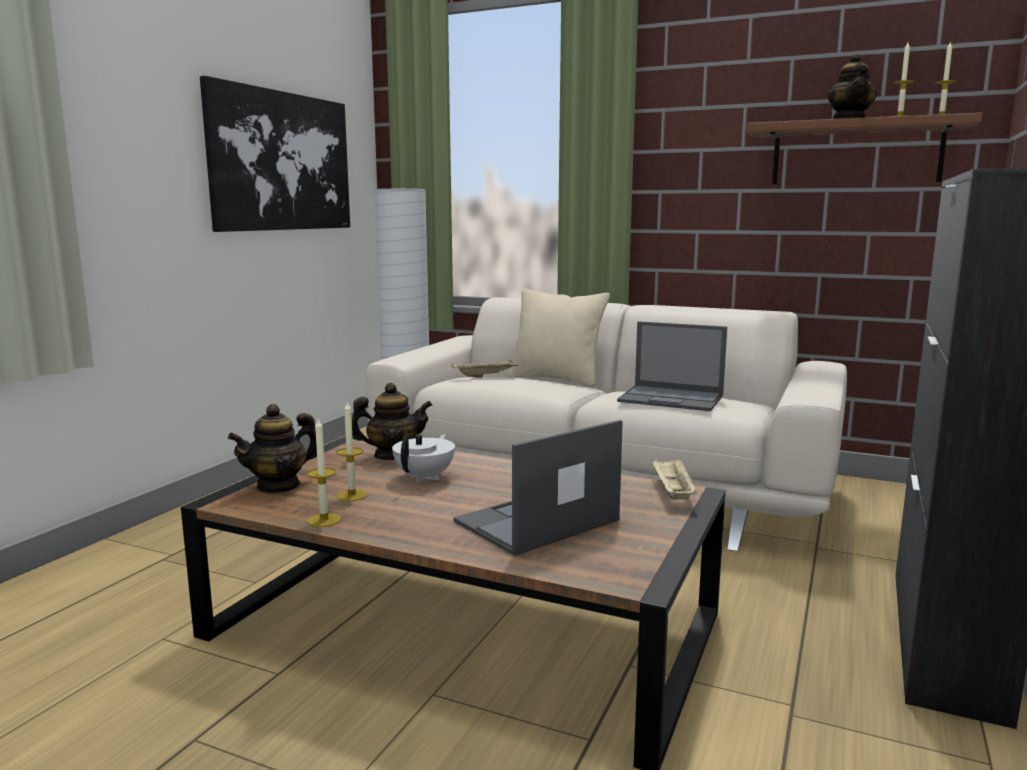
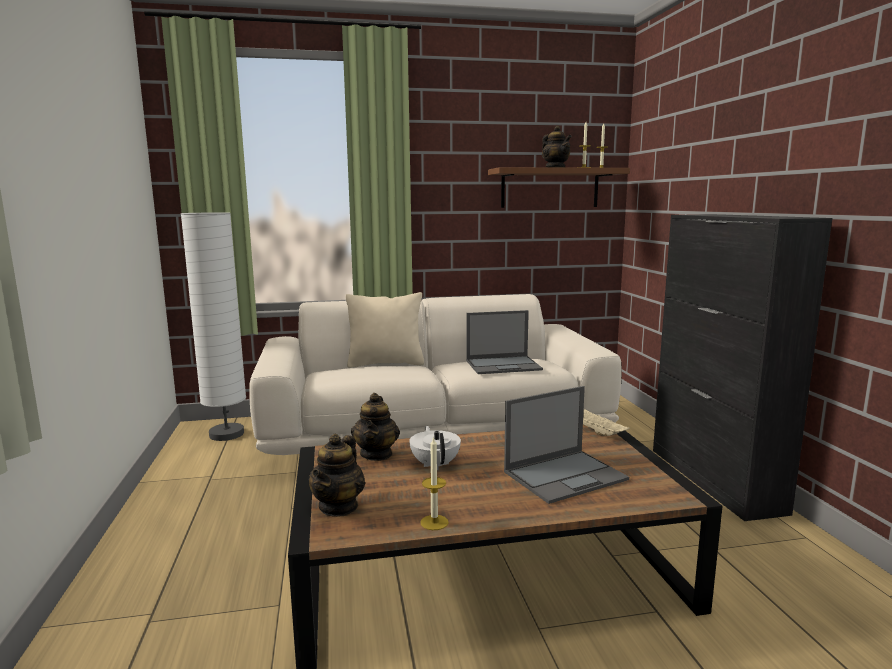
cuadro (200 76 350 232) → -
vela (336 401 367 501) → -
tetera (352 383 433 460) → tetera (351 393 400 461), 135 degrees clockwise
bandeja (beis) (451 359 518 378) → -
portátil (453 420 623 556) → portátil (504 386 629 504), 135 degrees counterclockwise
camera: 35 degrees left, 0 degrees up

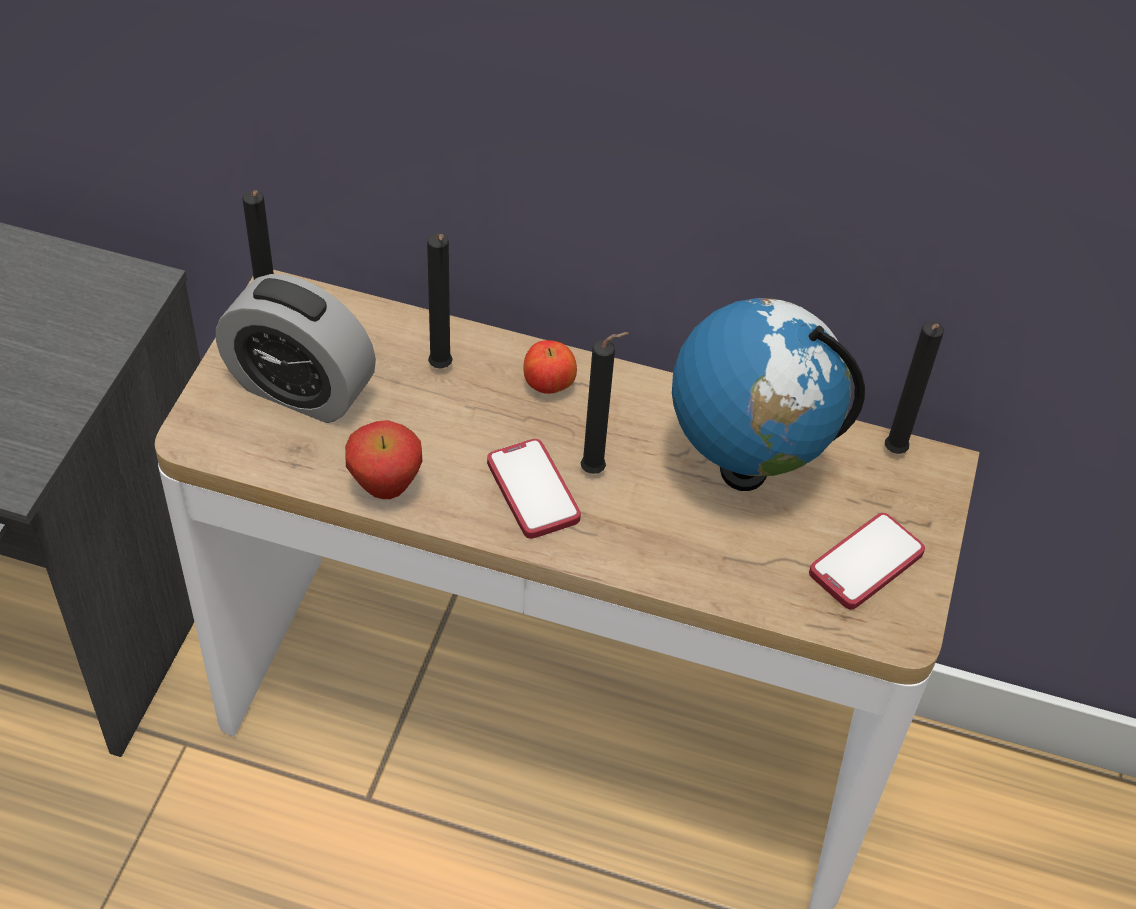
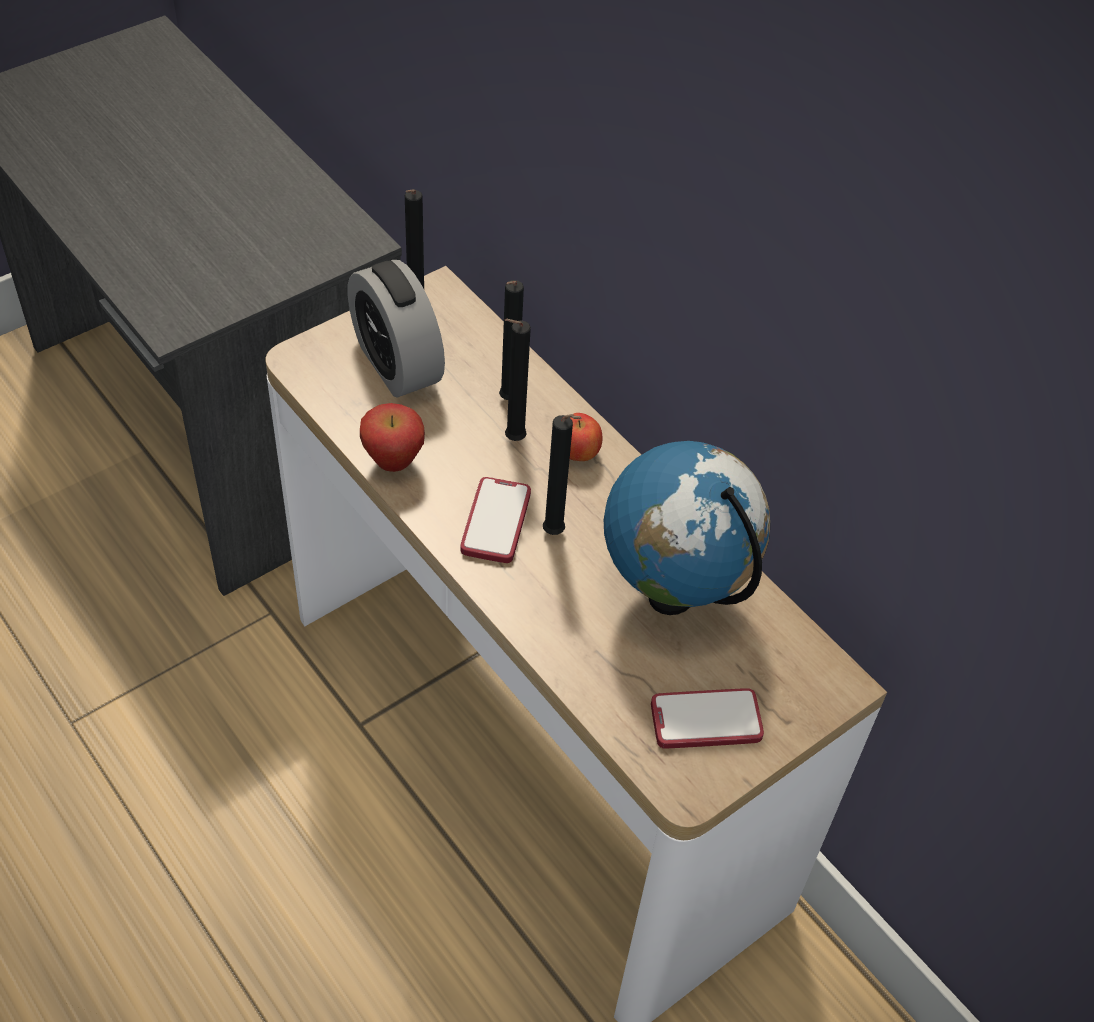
vela (negro) (885 321 944 454) → vela (negro) (505 319 531 441), move
camera: 35 degrees right, 0 degrees up

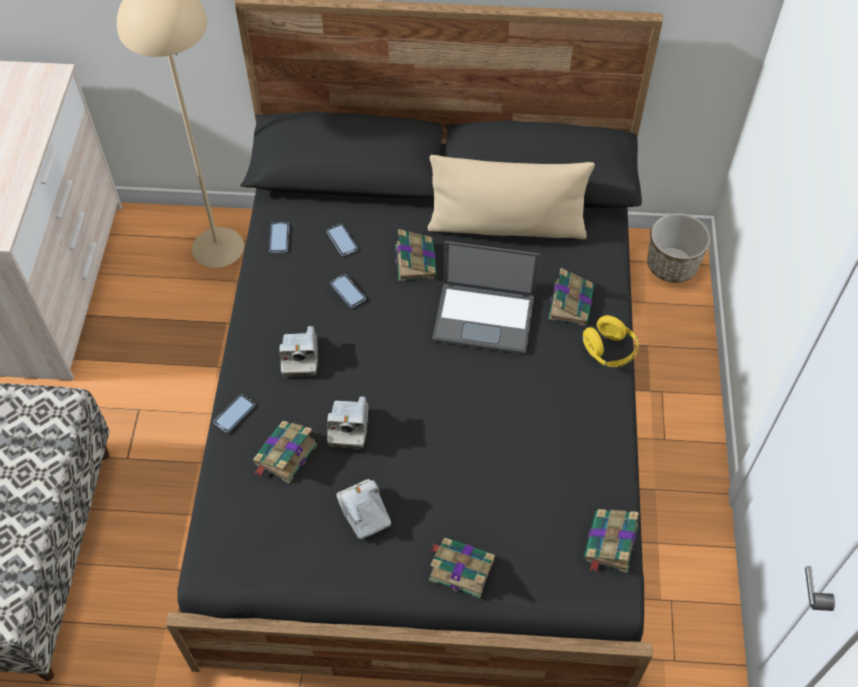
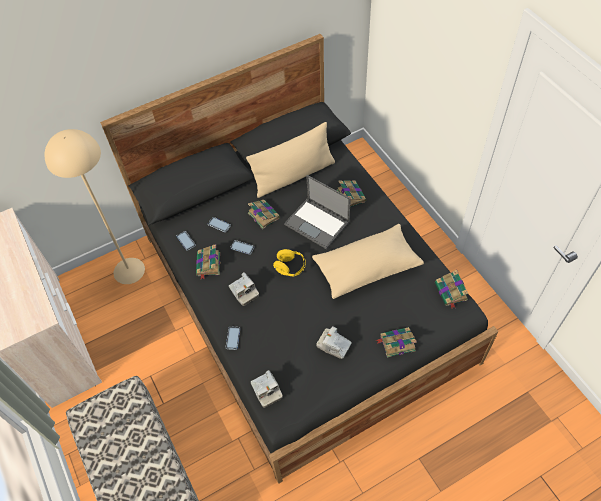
libro (253 421 318 484) → libro (196 244 220 279), move
cámara (327 397 368 449) → cámara (251 370 283 408), move
portátil (432 241 540 354) → portátil (284 175 351 249), 60 degrees clockwise
auriculares (amarillo) (581 315 638 367) → auriculares (amarillo) (273 249 306 276), move
maceta (647 213 710 283) → -
- → cojín (beis) (312 224 424 299)
camera: 30 degrees left, 0 degrees up

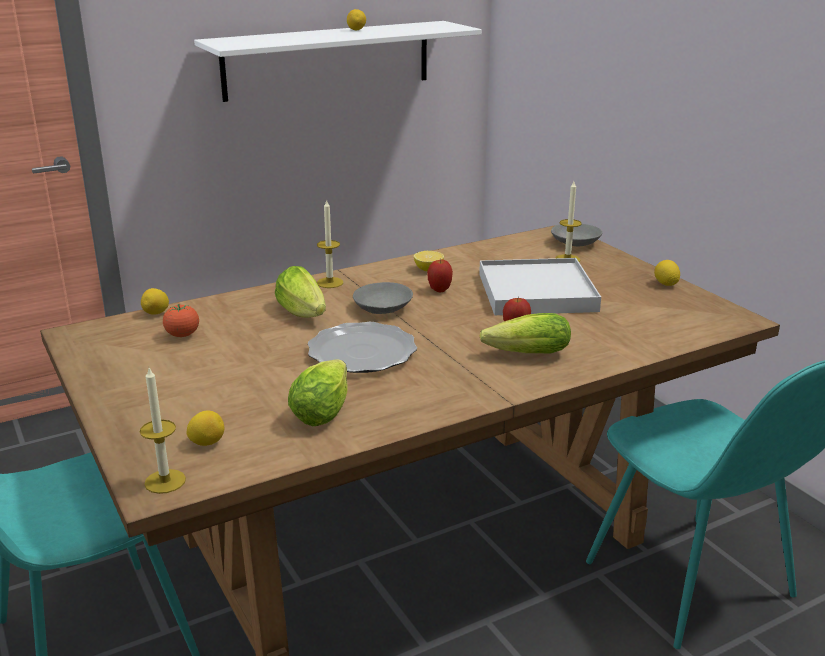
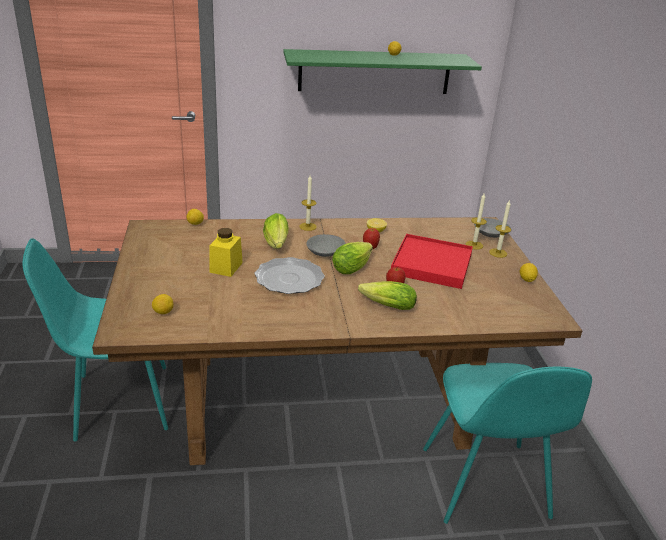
vela (140 368 186 494) → vela (489 201 511 258), move
tomate (163 304 199 337) → -
estante (blanco) (194 21 482 102) → estante (verde) (284 49 482 94)
lechuga (288 359 348 426) → lechuga (332 242 373 274), move
bandeja (blanco) (479 258 601 315) → bandeja (rojo) (391 234 473 289)
- → tarro (amarillo) (209 228 243 277)
camera: 20 degrees right, 5 degrees up

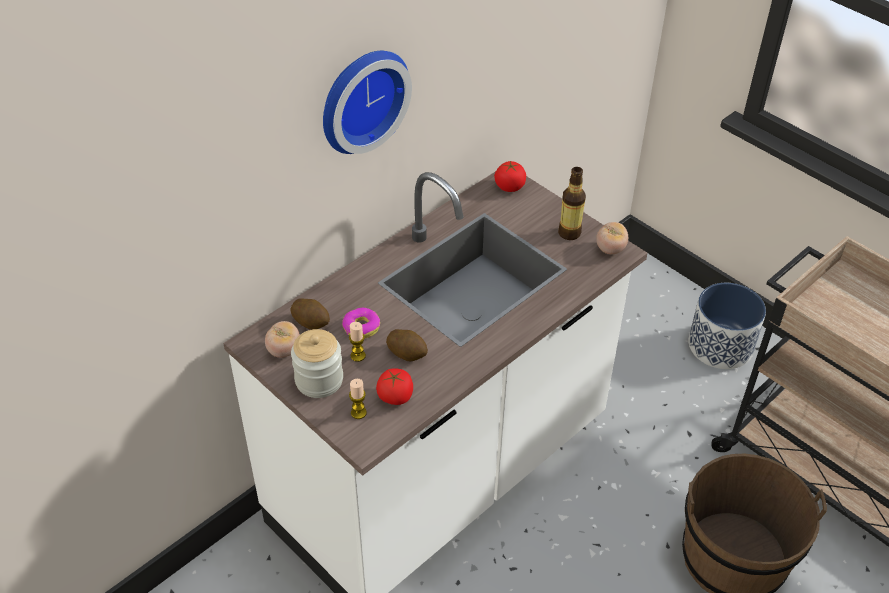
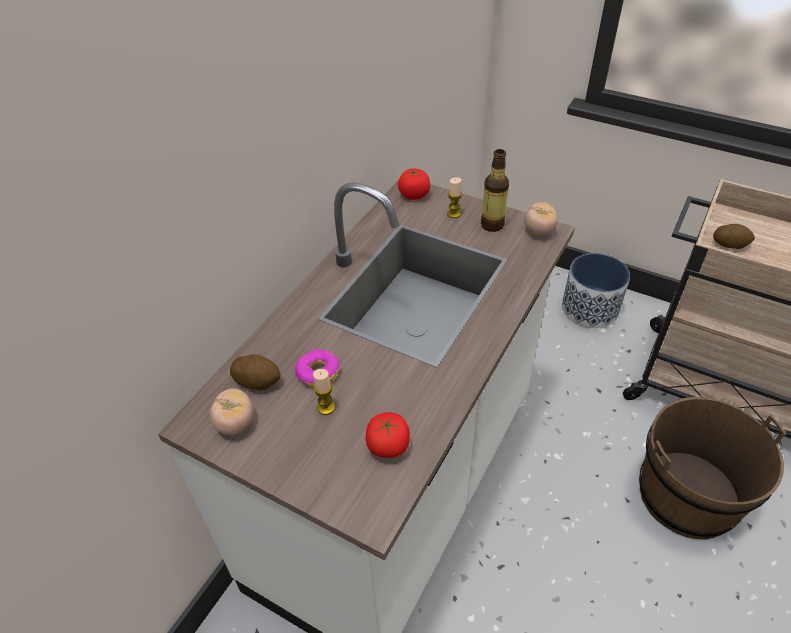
tarro (291 329 343 398) → -
reloj de pared (323 51 412 154) → -
vela (349 379 367 419) → vela (447 177 462 218), move
patata (386 329 428 362) → patata (713 224 755 249), move
camera: 15 degrees left, 0 degrees up

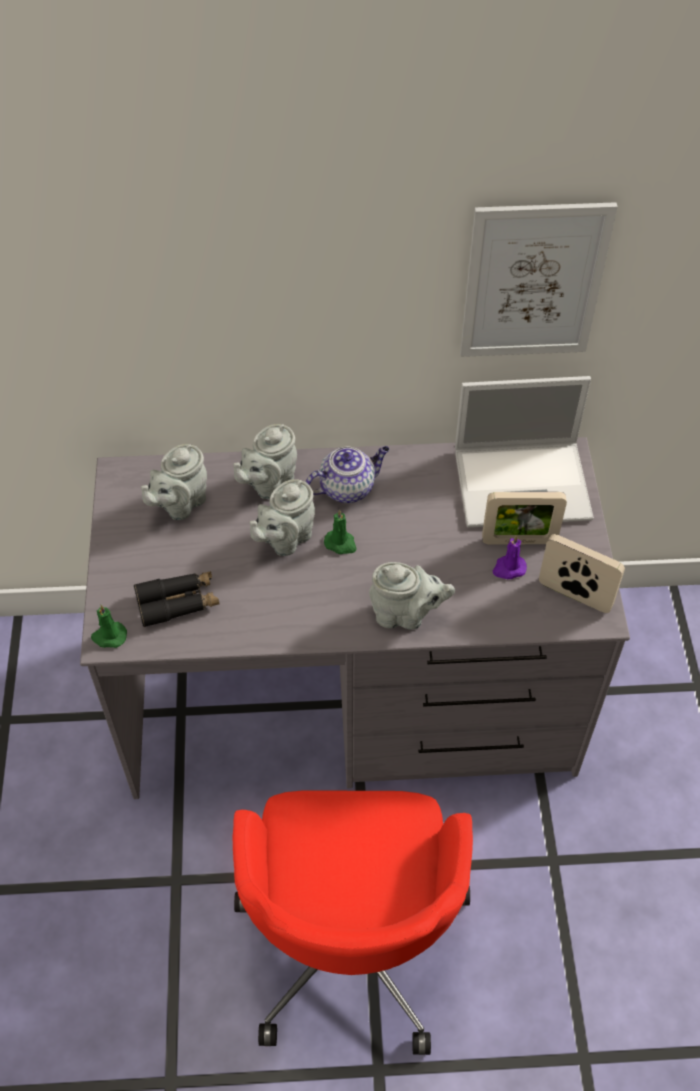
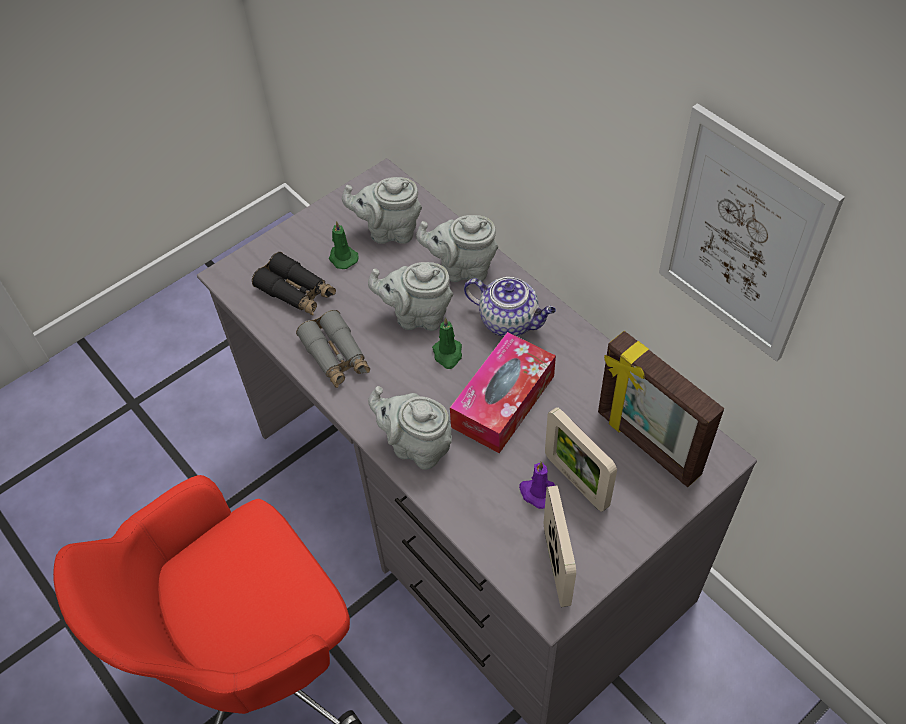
vela (verde) (91 605 127 648) → vela (verde) (329 221 359 269), move
tetera (gris) (369 562 455 629) → tetera (gris) (368 386 452 470), 150 degrees clockwise
portátil (455 376 594 527) → portarretratos (598 331 724 487)
- → prismáticos (gris) (296 310 370 388)
- → caja de pañuelos (450 332 556 453)
camera: 55 degrees right, 0 degrees up

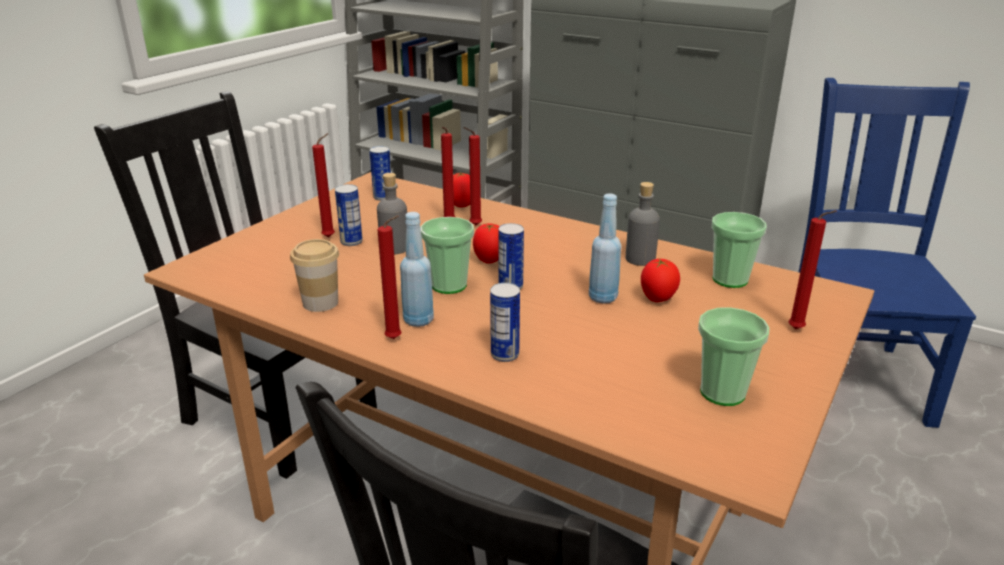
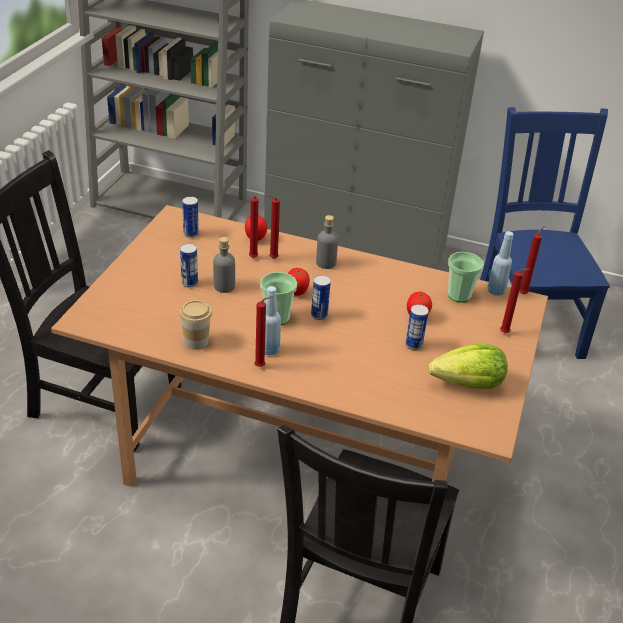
vela (rojo) (312 133 335 237) → vela (rojo) (519 226 545 294), move
lata (490 283 520 362) → lata (405 304 429 350), move
botella (azul) (589 194 621 304) → botella (azul) (487 231 513 296), move
botella (gris) (626 182 660 266) → botella (gris) (316 215 338 269), move
taza (698 307 770 406) → lechuga (429 344 508 389)
camera: 15 degrees left, 10 degrees up

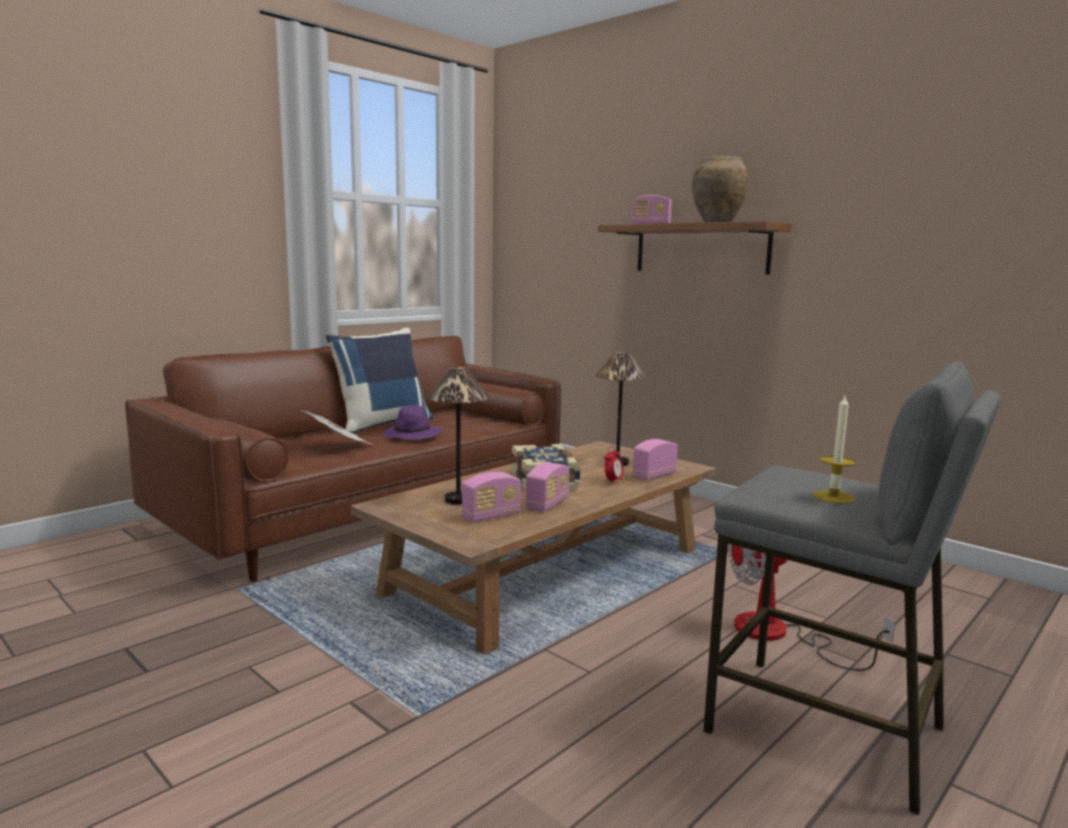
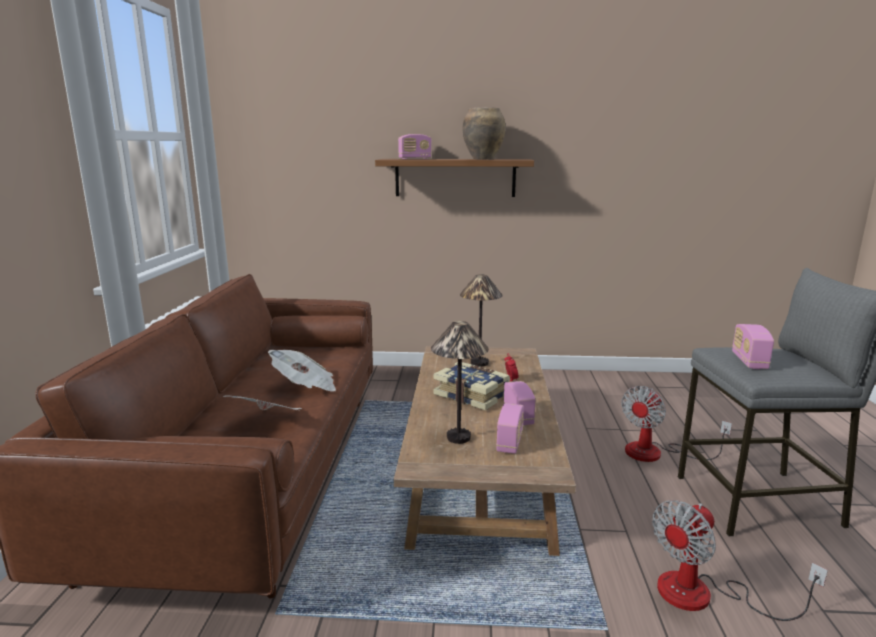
cojín (azul) (326 328 434 433) → -
sombrero (morado) (384 405 442 440) → periódico (268 350 336 392)
radio (632 439 678 480) → radio (732 324 774 369), move
vela (813 396 856 504) → -
- → ventilador (652 500 828 621)
camera: 40 degrees left, 5 degrees up

